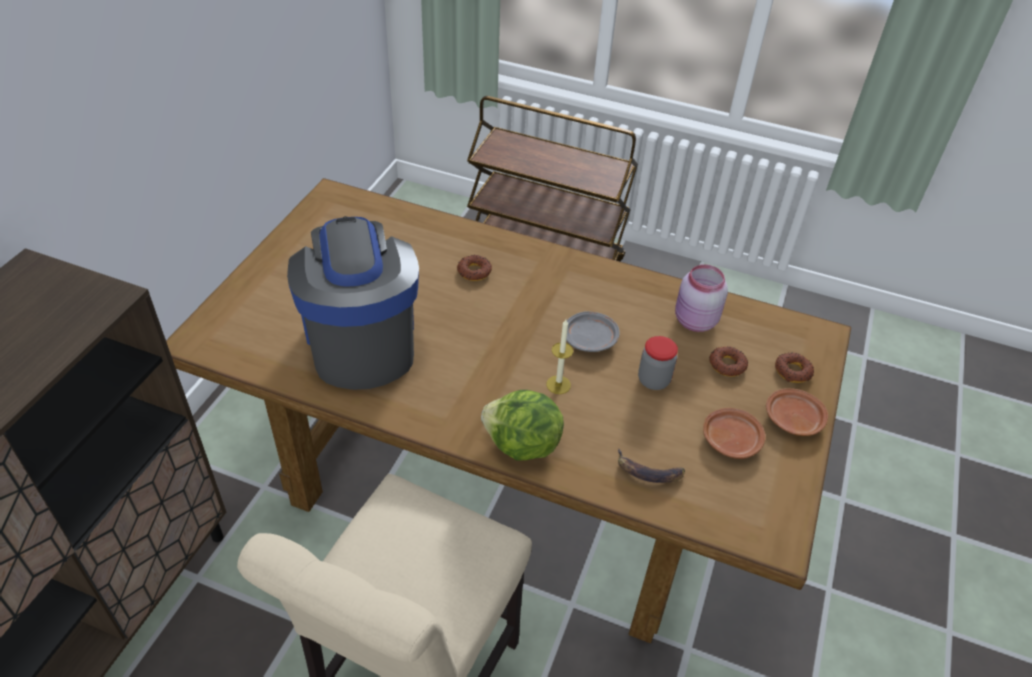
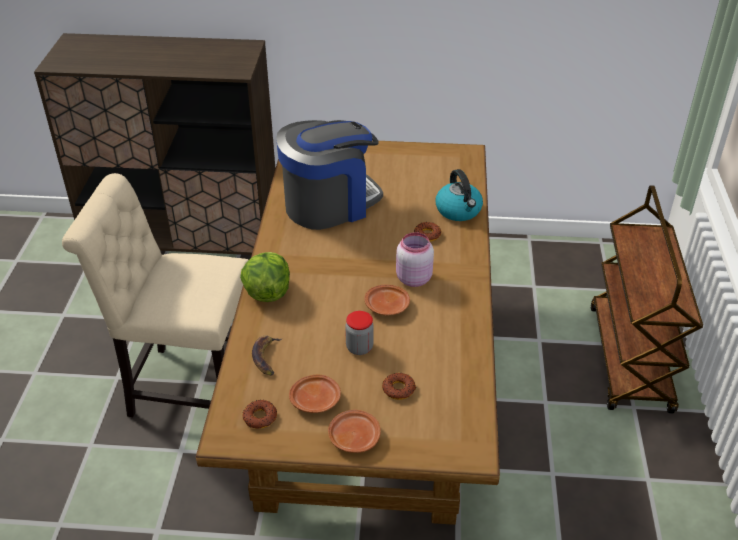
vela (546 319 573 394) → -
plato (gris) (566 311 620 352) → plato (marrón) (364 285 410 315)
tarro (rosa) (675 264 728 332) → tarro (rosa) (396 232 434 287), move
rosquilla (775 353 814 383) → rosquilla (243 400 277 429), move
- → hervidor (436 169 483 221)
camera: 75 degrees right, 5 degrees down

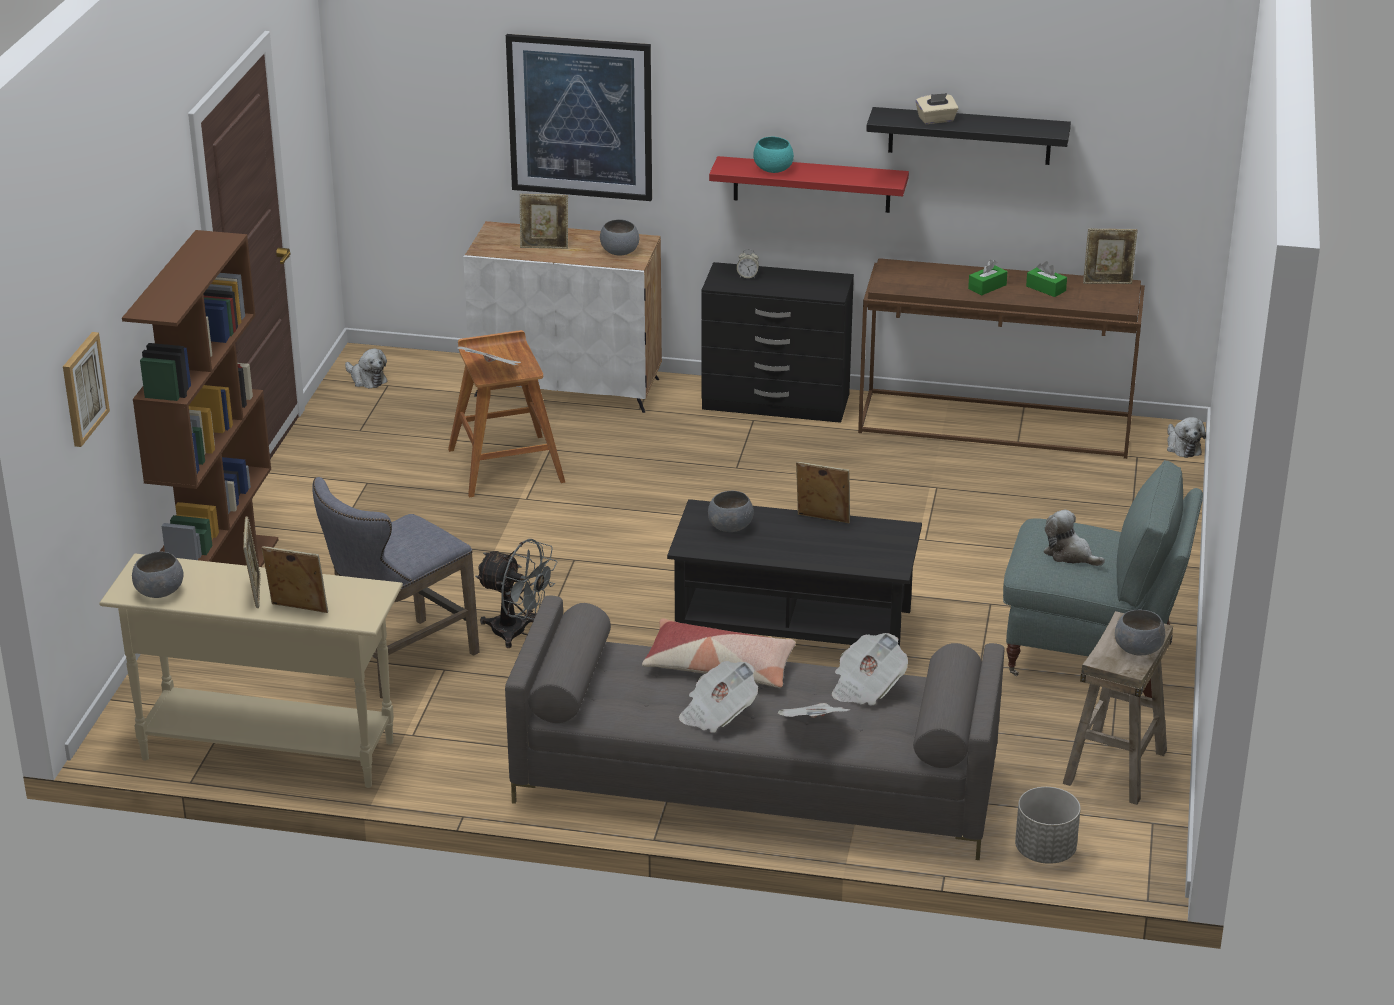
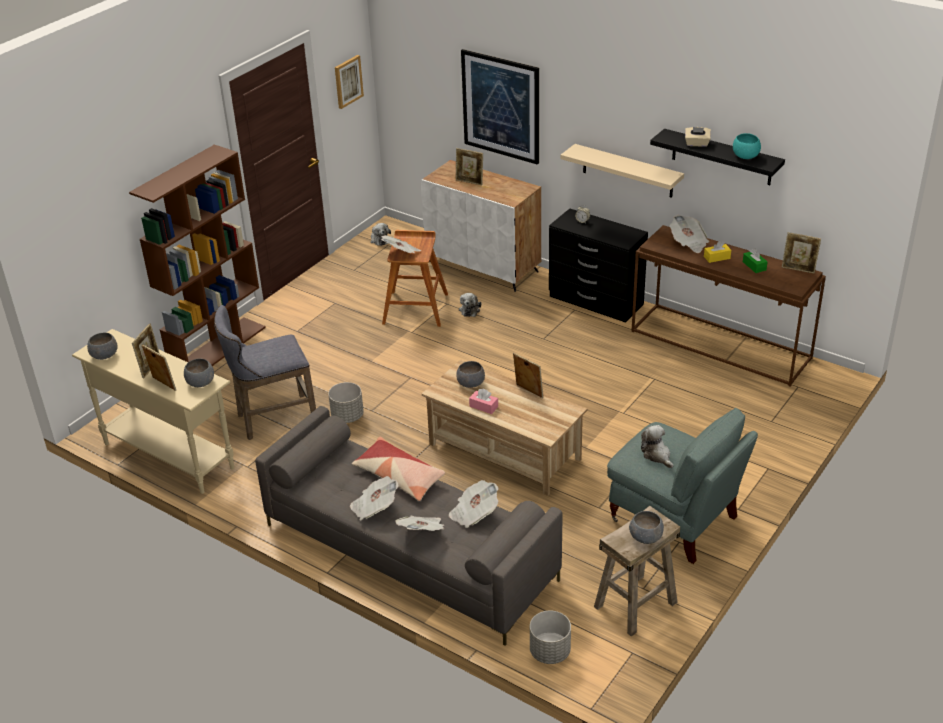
cuadro (63 332 110 447) → cuadro (335 55 364 109), move
ventilador (gris) (475 539 557 648) → maceta (gris) (328 382 364 423)
cuenco (gris) (600 219 639 256) → cuenco (gris) (184 358 214 387), move
mesa de centro (negro) (667 499 922 647) → mesa de centro (beis) (422 359 588 496)
estante (rojo) (709 156 909 213) → estante (beis) (560 144 684 198)
cuenco (turquesa) (753 137 794 173) → cuenco (turquesa) (733 133 761 159), move
caja de pañuelos (verde) (968 260 1008 295) → caja de pañuelos (amarillo) (704 241 731 263)
peluche (1167 417 1206 458) → peluche (459 293 481 317), move
- → caja de pañuelos (rosa) (469 389 498 414)
- → periódico (670 215 709 253)
camera: 25 degrees right, 5 degrees up

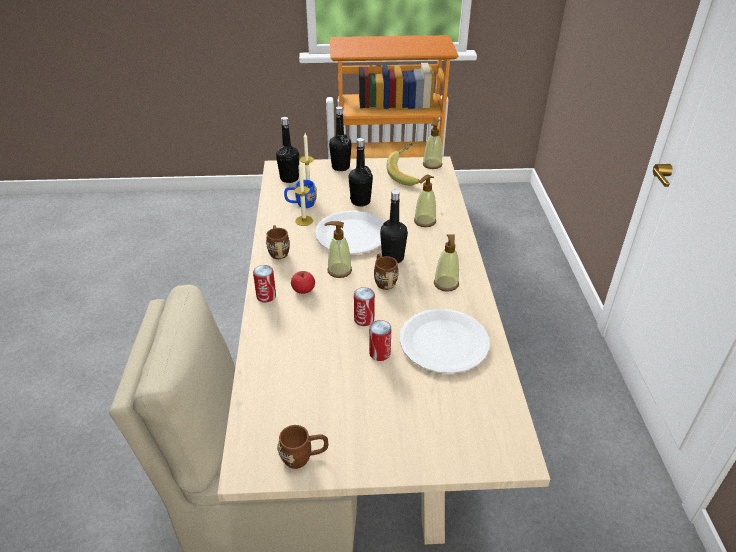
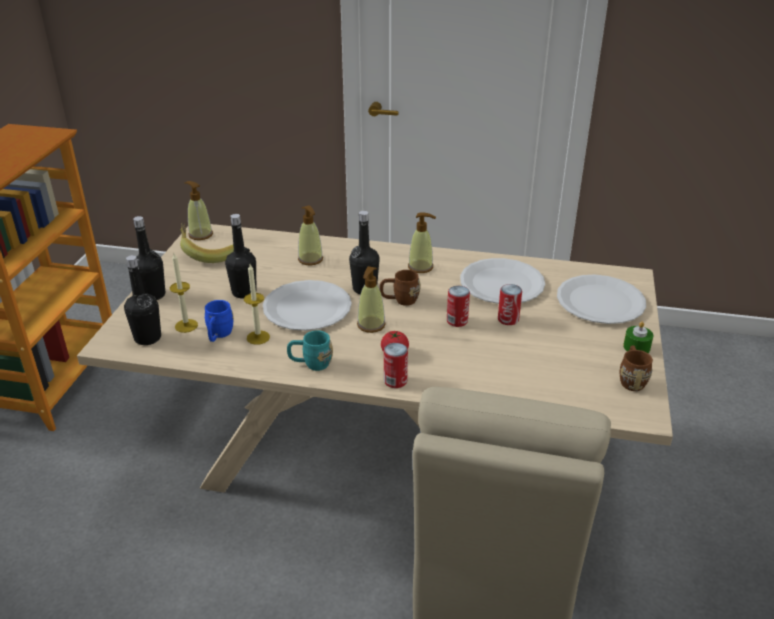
taza grande (marrón) (266 225 290 259) → taza grande (turquesa) (287 330 333 371)
- → plato (blanco) (557 275 646 324)
- → vela (verde) (623 322 653 353)
camera: 75 degrees left, 5 degrees down

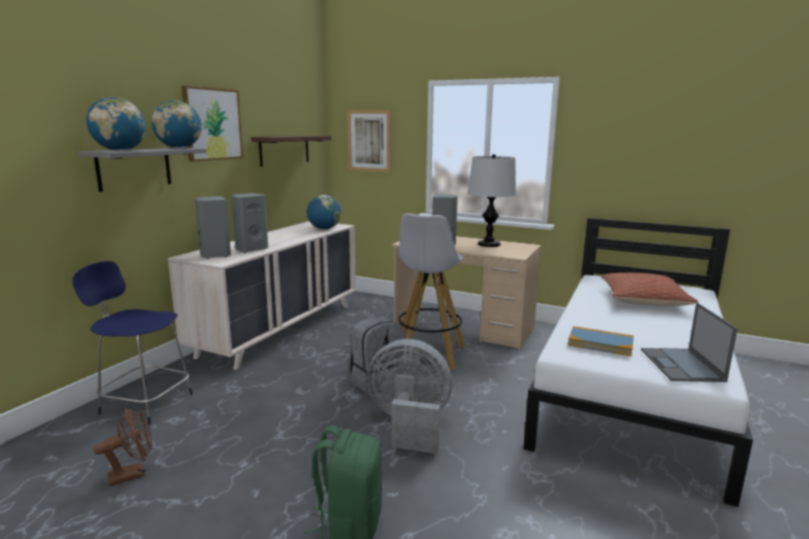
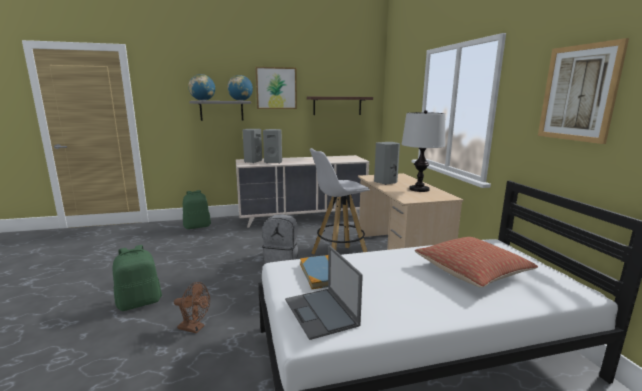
taburete (azul) (72 261 193 425) → mochila (verde) (183 190 211 229)
ventilador (marrón) (93 408 152 486) → ventilador (marrón) (174 282 210 334), move
globo terráqueo (307 195 341 229) → -
cuadro (347 110 391 172) → cuadro (538 38 629 144), move
ventilador (gris) (367 339 452 454) → -
portátil (641 303 738 382) → portátil (285 246 363 340), 75 degrees counterclockwise
camera: 50 degrees right, 0 degrees up

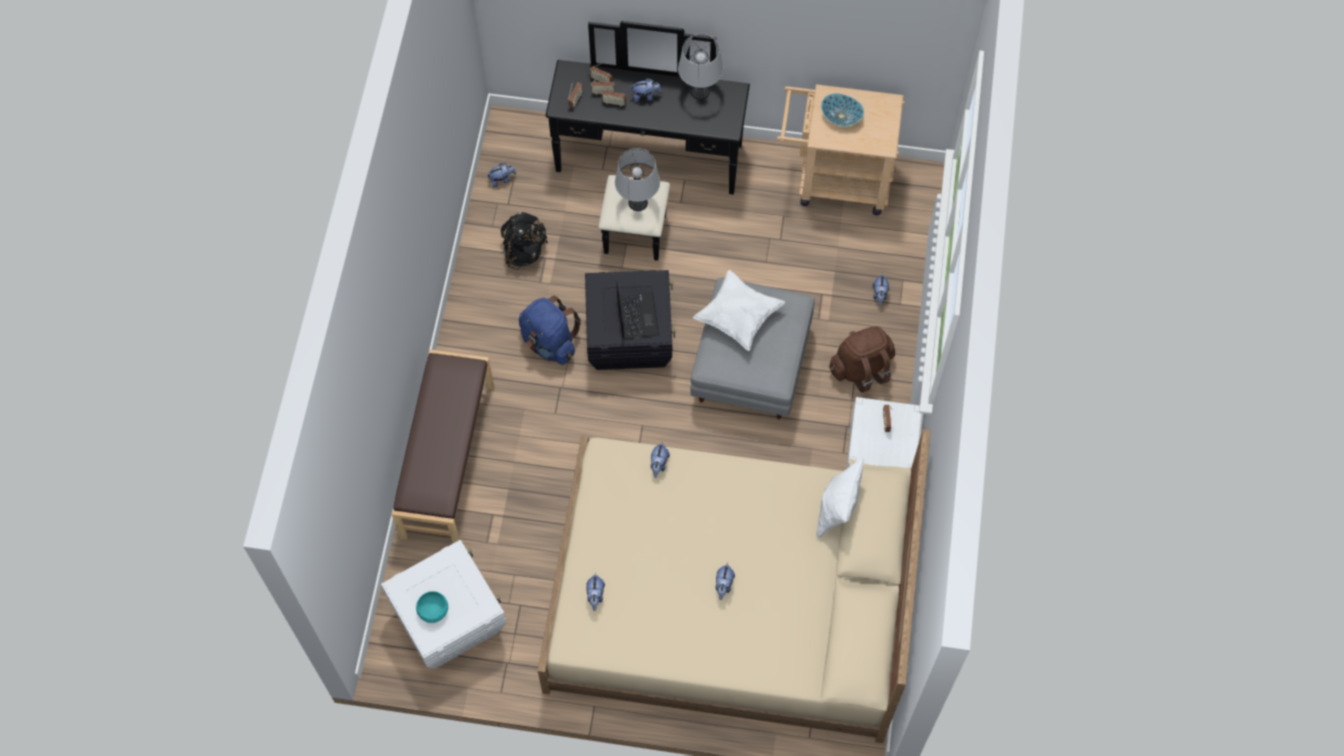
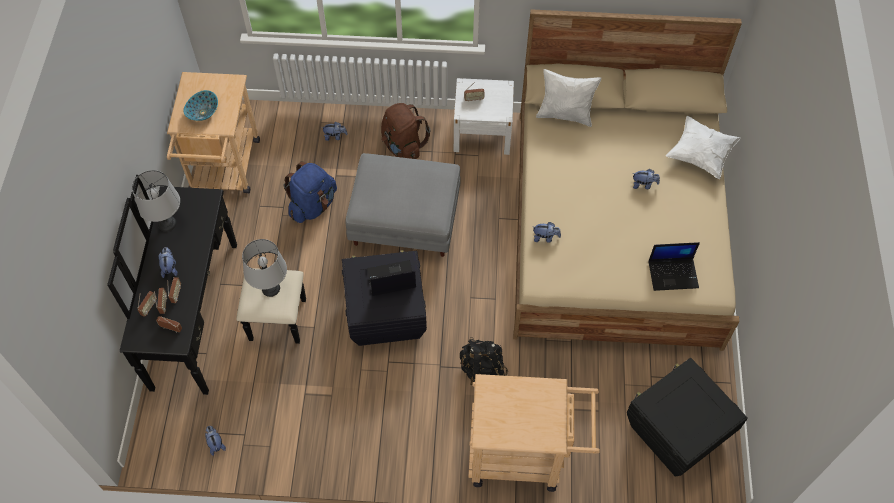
caja de almacenaje (blanco) (381 540 506 669) → caja de almacenaje (negro) (627 358 748 477)
banco (marrón) (391 349 494 543) → carrito (beis) (468 374 600 492)
cuenco (turquesa) (416 591 448 623) → -
mochila (negro) (501 212 548 270) → mochila (negro) (460 337 508 385), move
mochila (azul) (519 296 581 365) → mochila (azul) (283 161 337 223), move
peluche (586 572 605 611) → portátil (649 242 700 291)
cojín (blanco) (693 270 785 351) → cojín (blanco) (666 116 741 179), move
camera: 95 degrees left, 5 degrees down

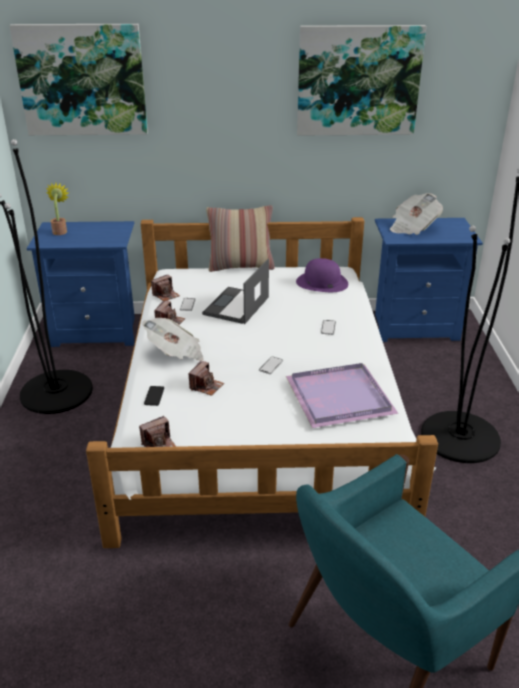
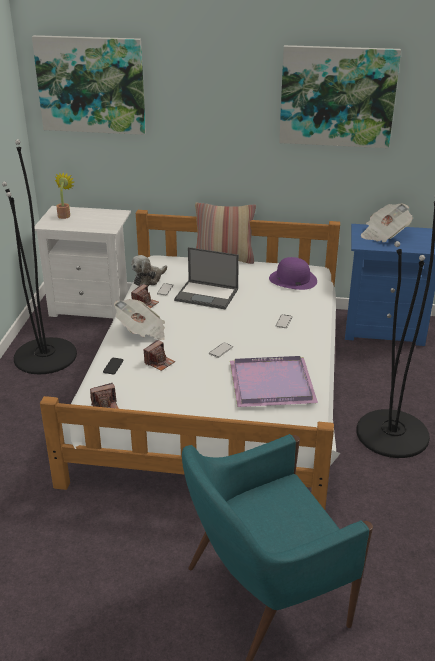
mesita de noche (azul) (27 221 135 347) → mesita de noche (blanco) (34 206 131 320)
cámara (151 275 180 301) → peluche (131 255 167 286)
portátil (202 259 269 324) → portátil (174 247 239 310), 105 degrees counterclockwise
camera: 10 degrees right, 0 degrees up

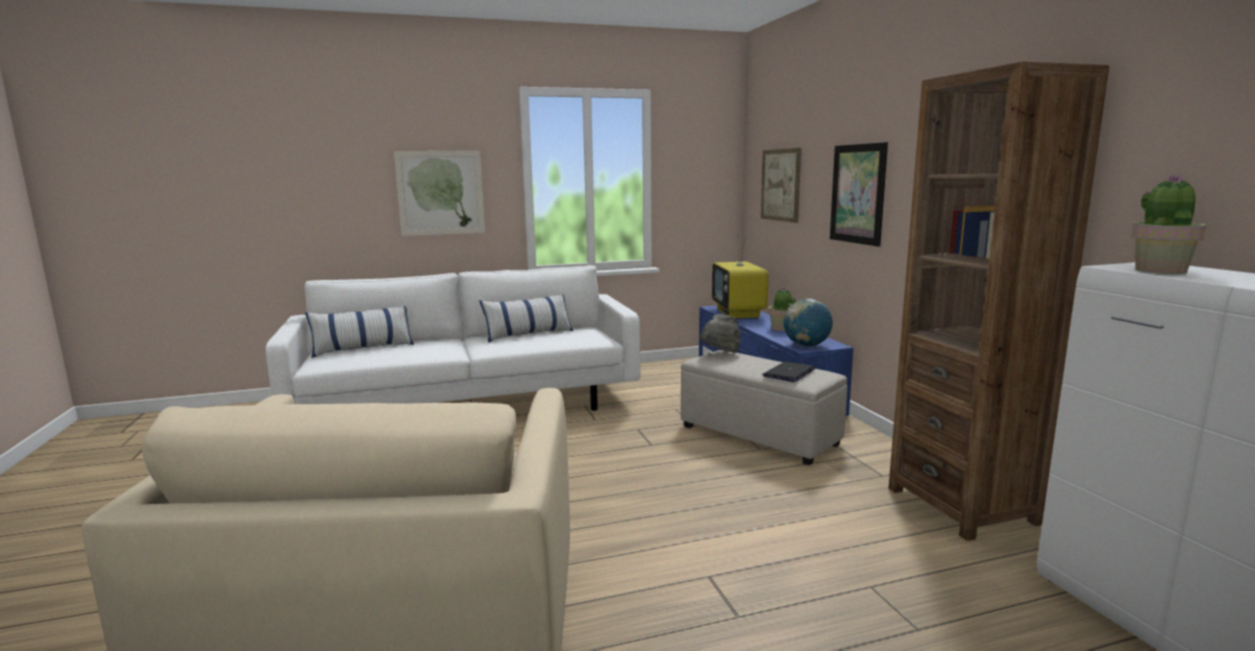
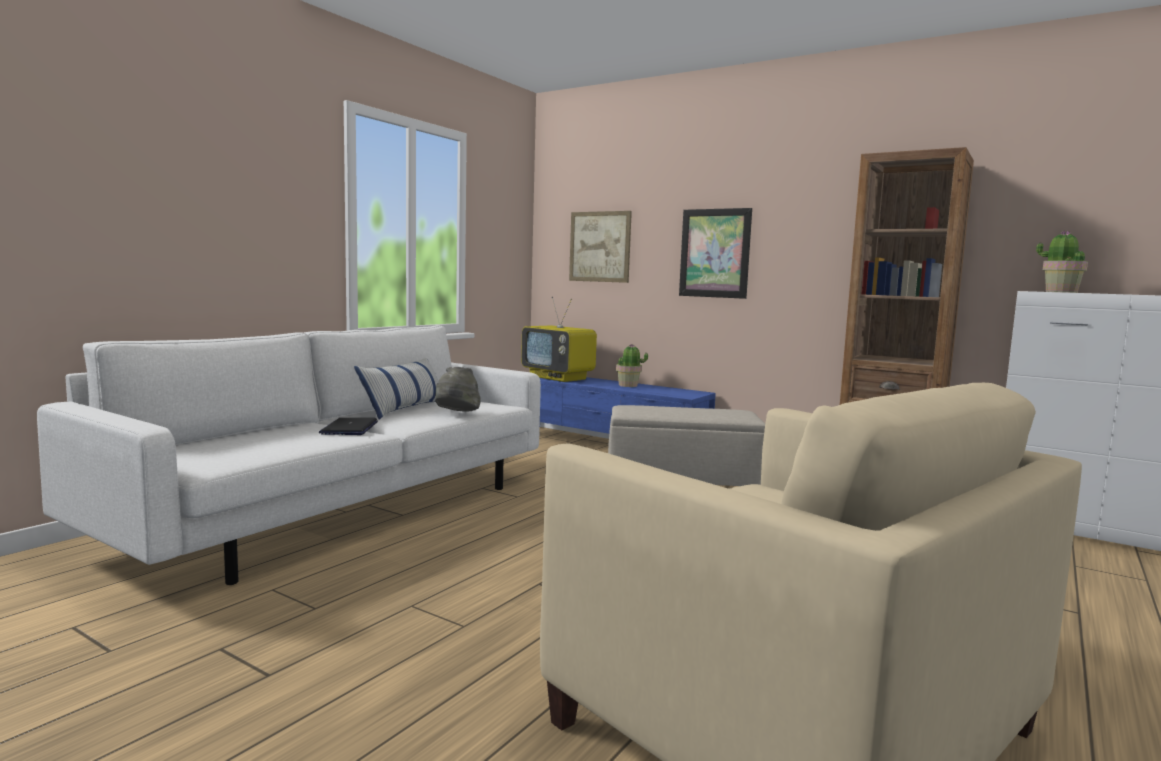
cojín (305 305 414 358) → -
cuadro (394 151 485 236) → -
sombrero (gris) (700 314 741 353) → sombrero (gris) (435 367 481 412), move
portátil (762 362 815 382) → portátil (319 418 378 435), move
globo terráqueo (783 299 833 347) → -
camera: 40 degrees left, 5 degrees down

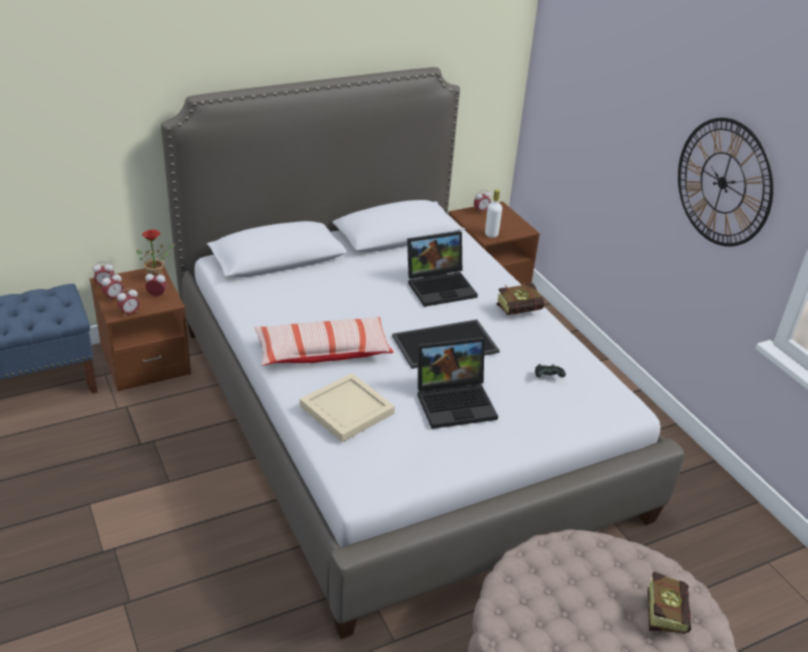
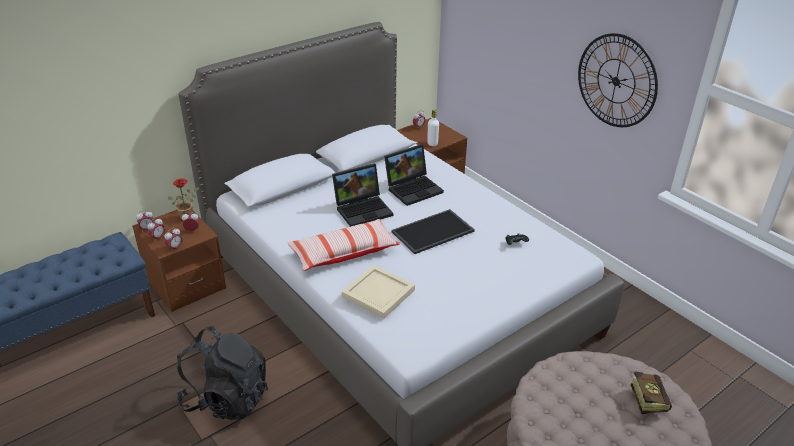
portátil (417 337 498 429) → portátil (332 164 393 227), move
libro (497 282 544 315) → -
- → mochila (negro) (177 326 268 420)
camera: 10 degrees left, 0 degrees up

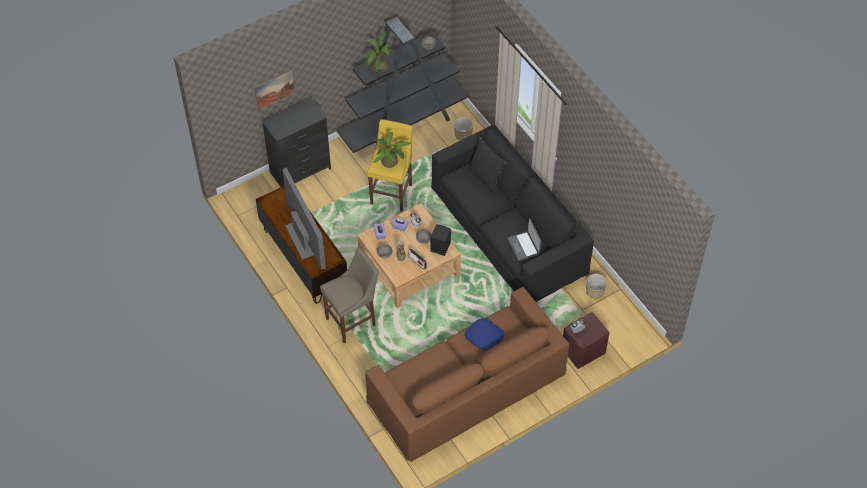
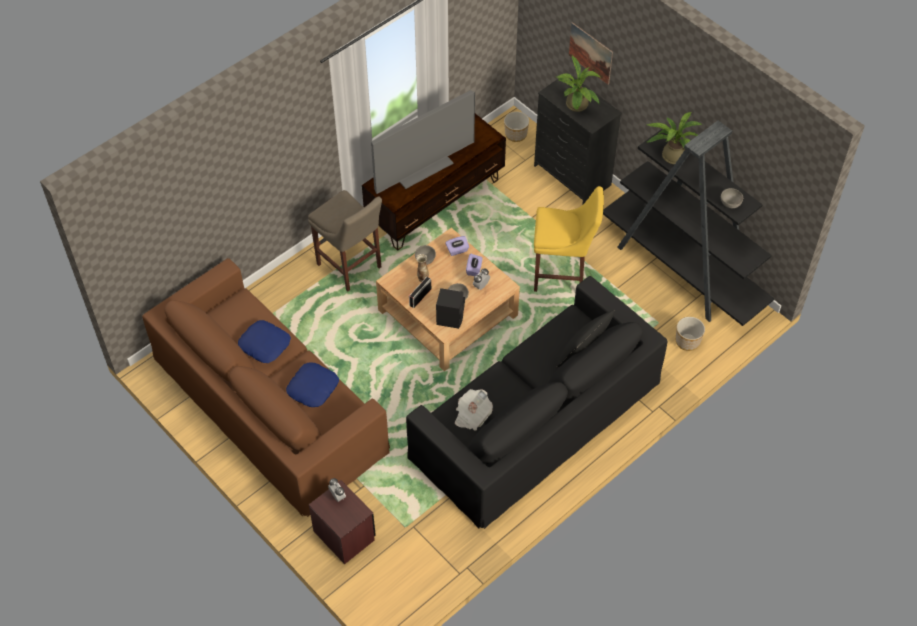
planta en maceta (373 132 412 168) → planta en maceta (556 55 601 112), move
portátil (507 218 541 261) → periódico (455 389 493 431)
maceta (586 274 607 299) → maceta (504 111 529 142), move
- → cojín (azul) (238 320 291 363)
camera: 80 degrees right, 0 degrees up

